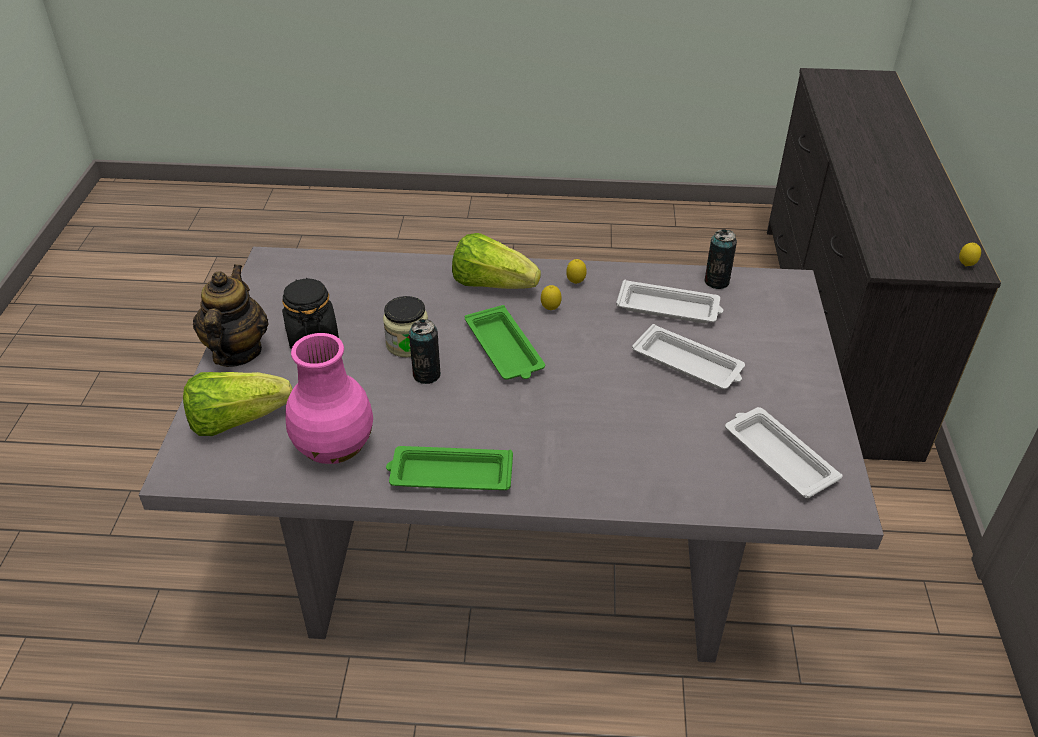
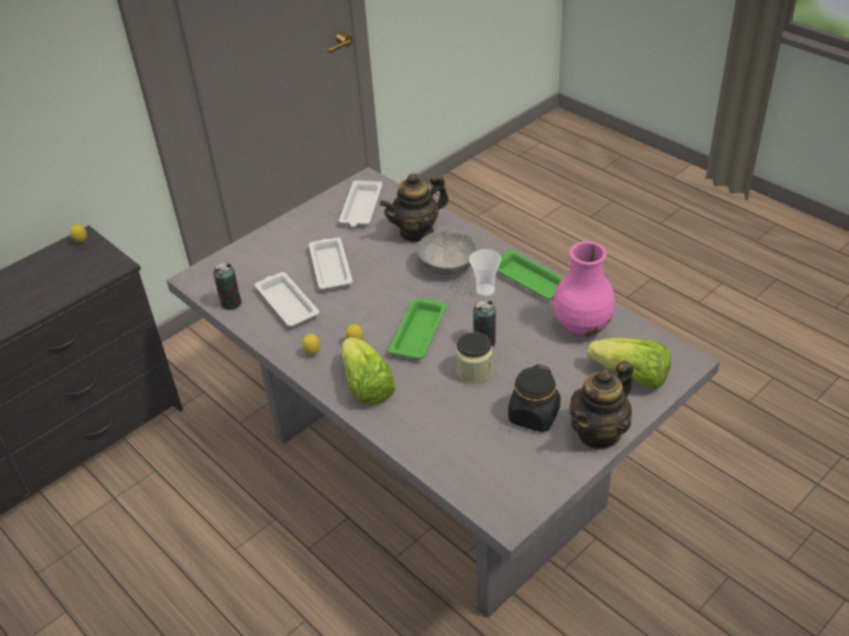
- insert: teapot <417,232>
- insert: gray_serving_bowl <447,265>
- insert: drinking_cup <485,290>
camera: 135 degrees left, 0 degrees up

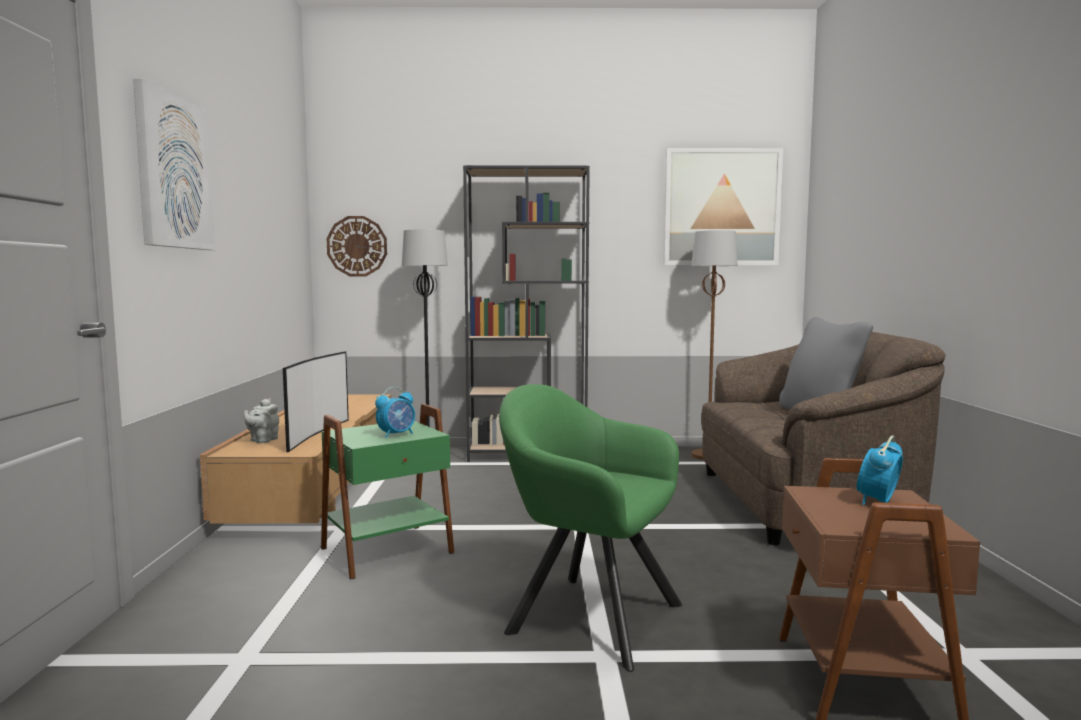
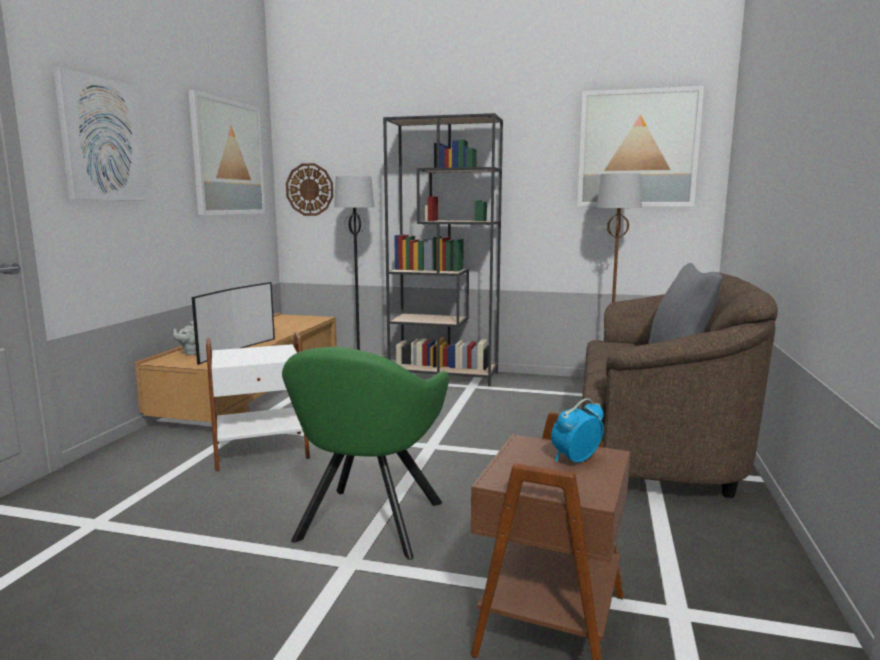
- insert: wall_picture <228,158>
- recolor: greenish_side_table <388,551> to white-coloured_side_table <261,451>
- rotate: greenish_easy_chair <586,615> = <366,525> 120 degrees counterclockwise
- delete: table_clock <397,435>
camera: 15 degrees right, 5 degrees up

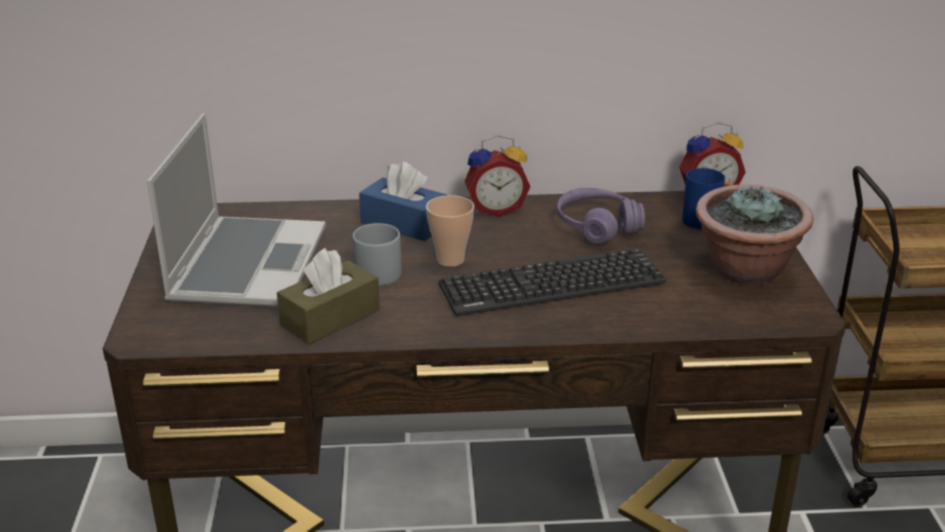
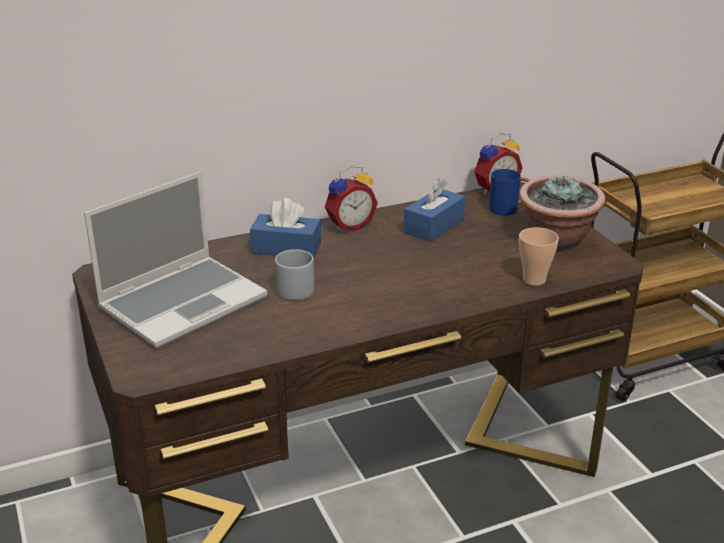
- rotate: notebook_computer <247,264> = <183,302> 60 degrees clockwise
- replace: purplish_headphones <597,227> to bluish_tissue_holder <434,226>
- move: drinking_cup <450,260> to <534,280>
- delete: brown_tissue_holder <330,318>
- delete: computer_keyboard <552,284>
camera: 20 degrees left, 0 degrees up

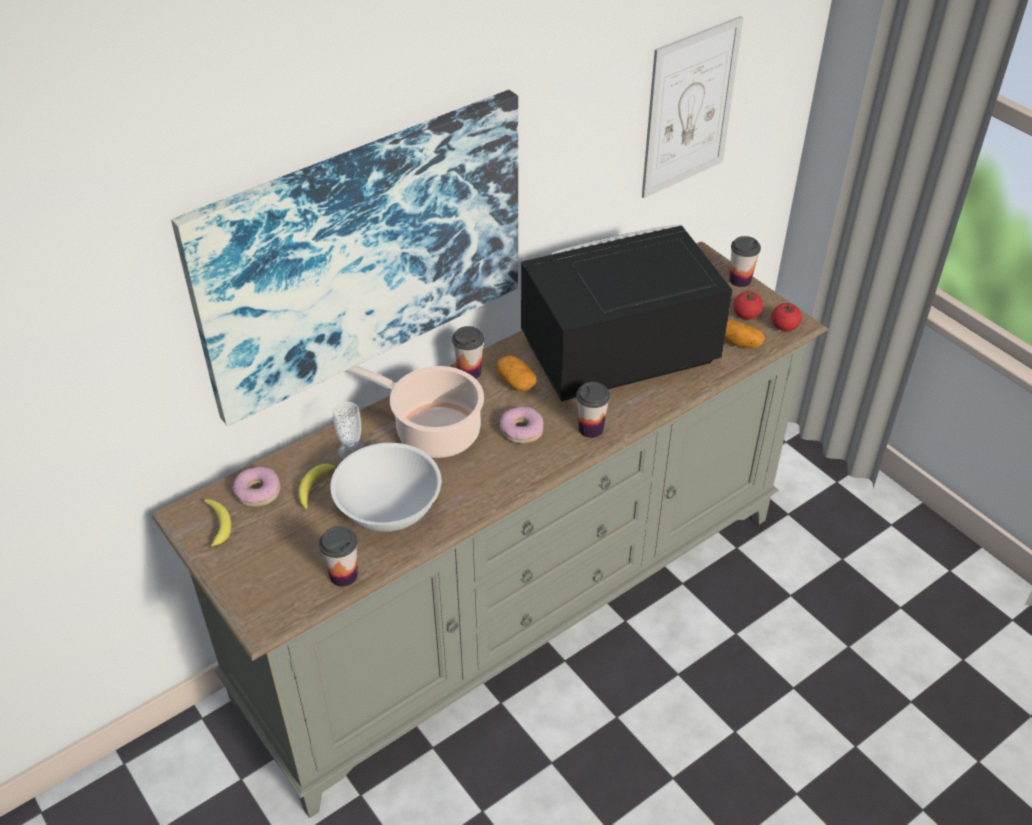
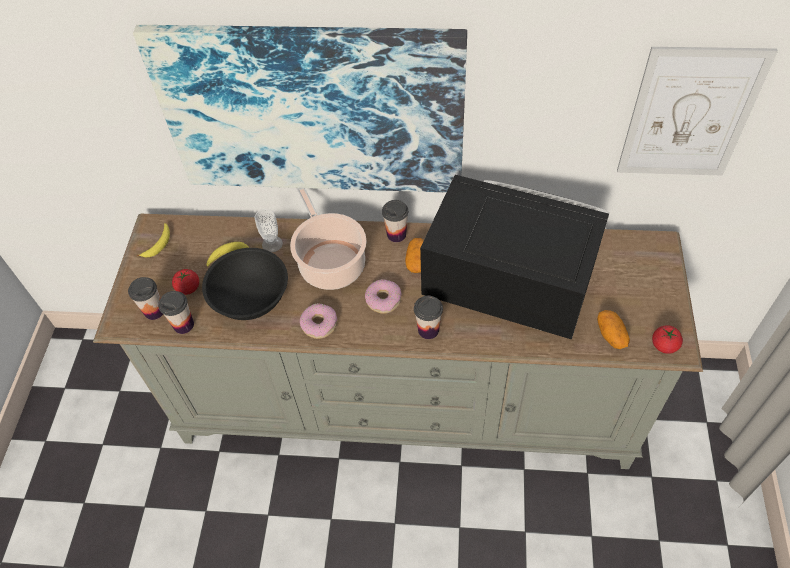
- move: drinking_cup <740,280> to <154,311>
- move: whole_tomato <746,315> to <188,288>
- recolor: white-coloured_serving_bowl <388,508> to blackish_serving_bowl <251,298>
- move: ring_doughnut <258,492> to <319,324>
camera: 45 degrees right, 10 degrees up

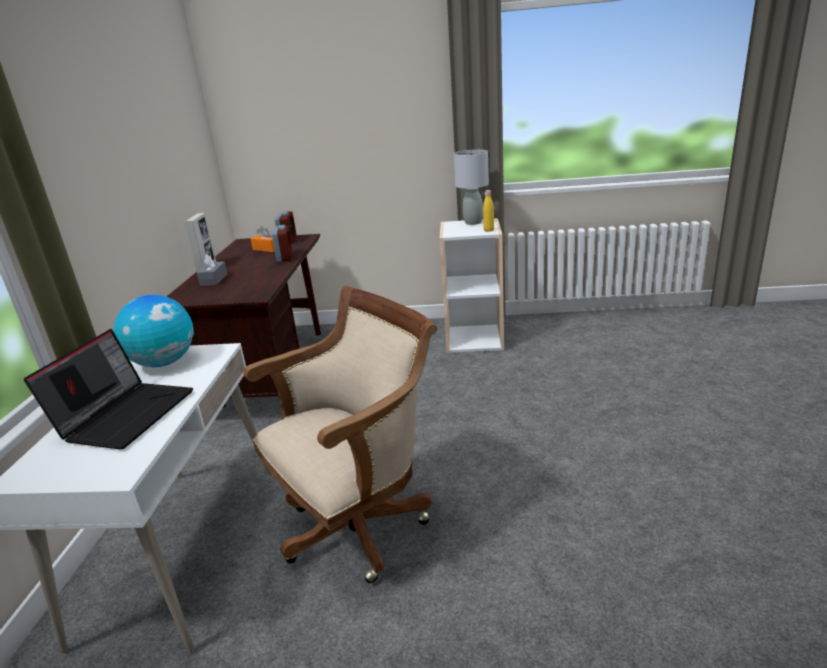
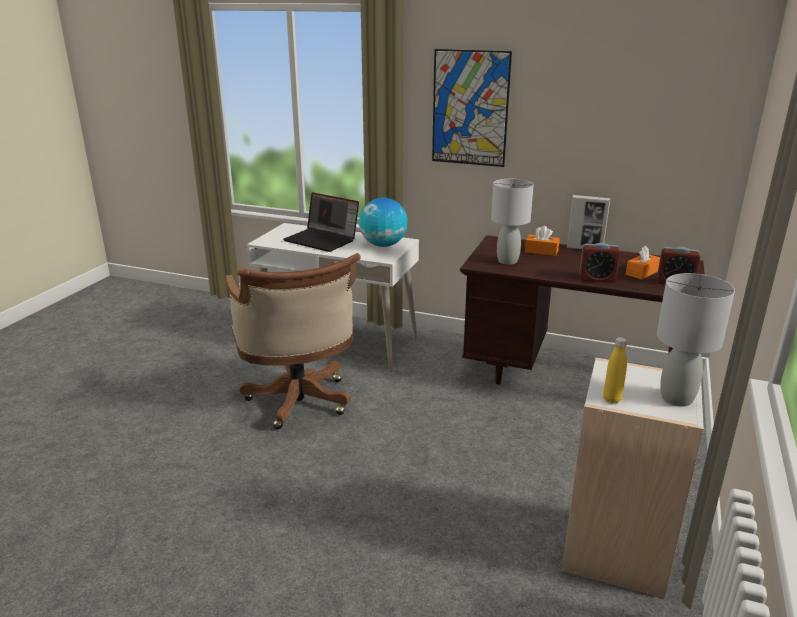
- insert: wall_picture <470,108>
- insert: gray_tabletop_lamp <508,261>
- recolor: gray_tissue_holder <214,280> to orangey_tissue_holder <541,251>
camera: 105 degrees right, 0 degrees up

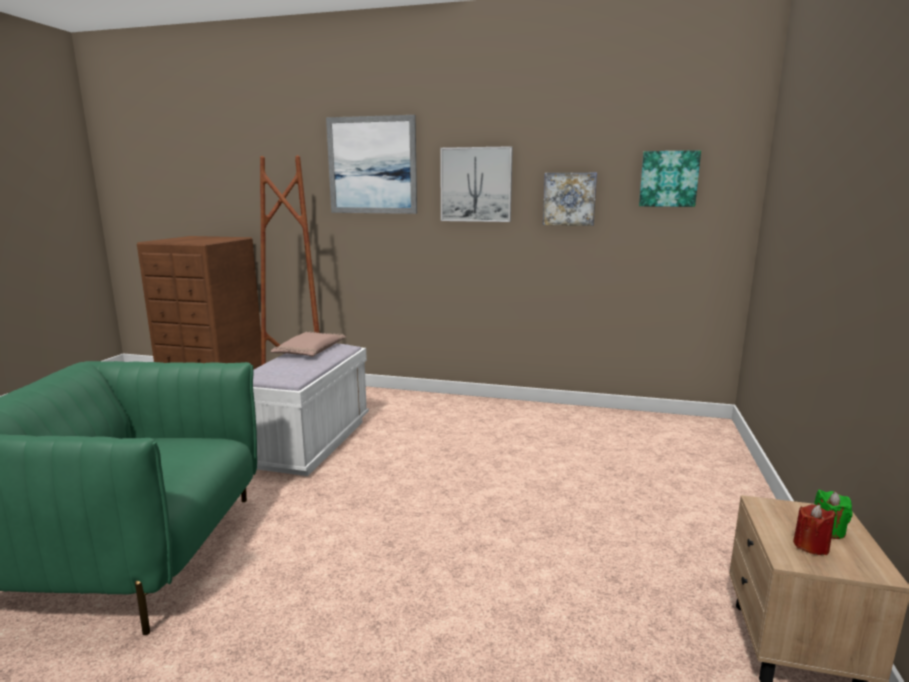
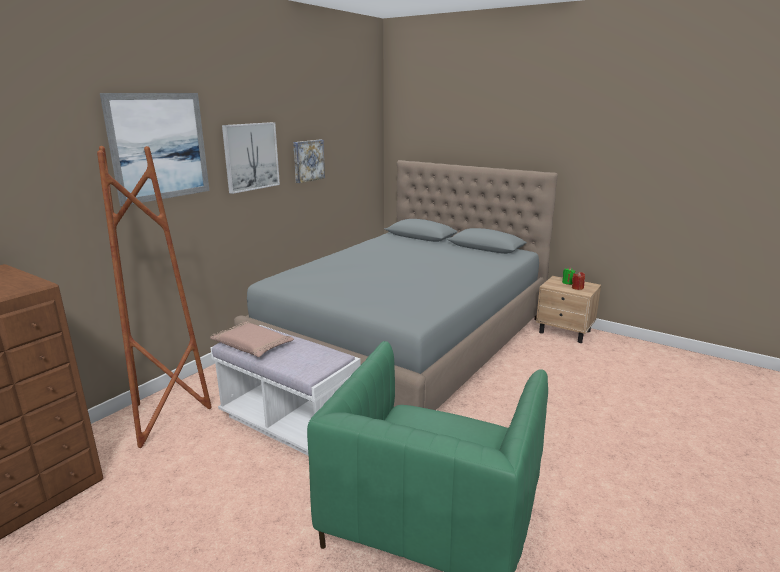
- insert: gray_sleeping_bed <407,342>
- delete: wall_picture <668,179>
camera: 70 degrees left, 5 degrees up

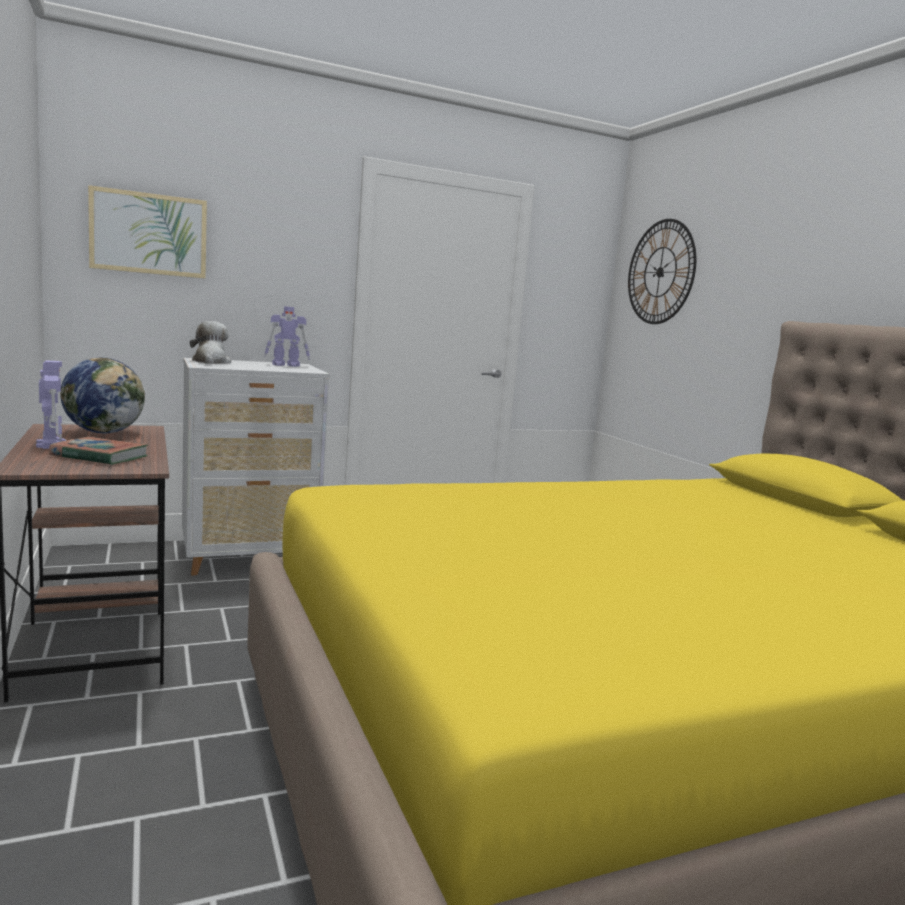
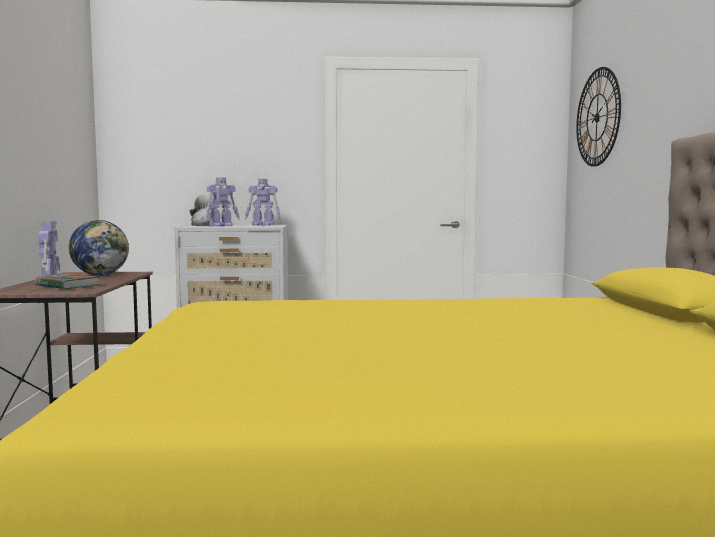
- insert: toy_robot <222,226>
- delete: wall_picture <149,234>
camera: 20 degrees right, 5 degrees down

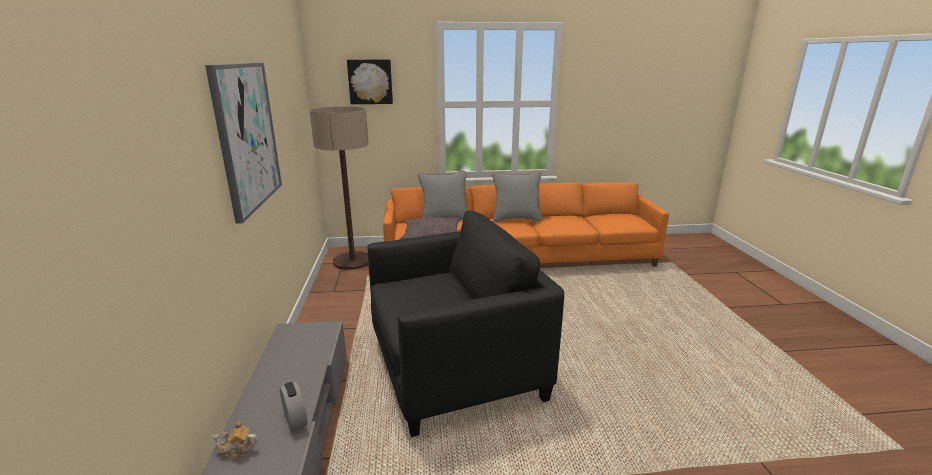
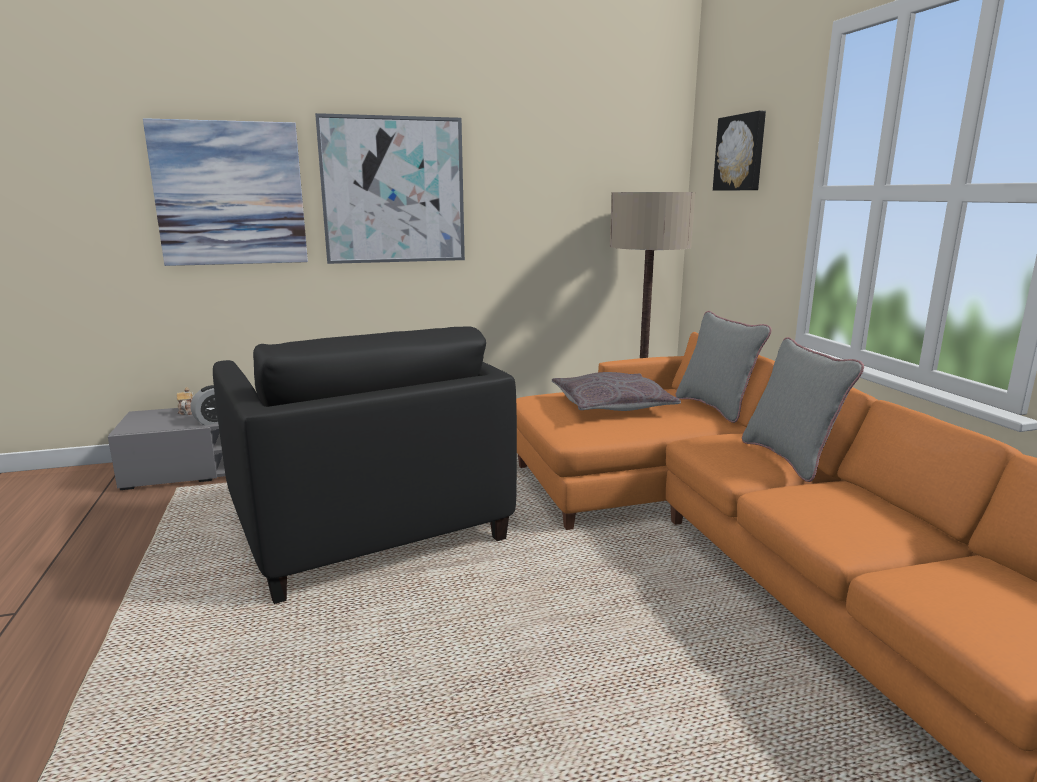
- insert: wall_picture <230,194>
camera: 80 degrees right, 5 degrees down

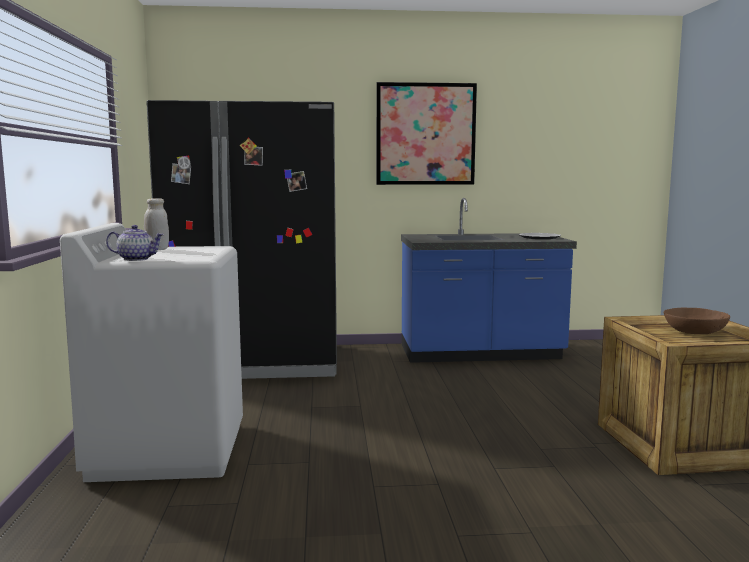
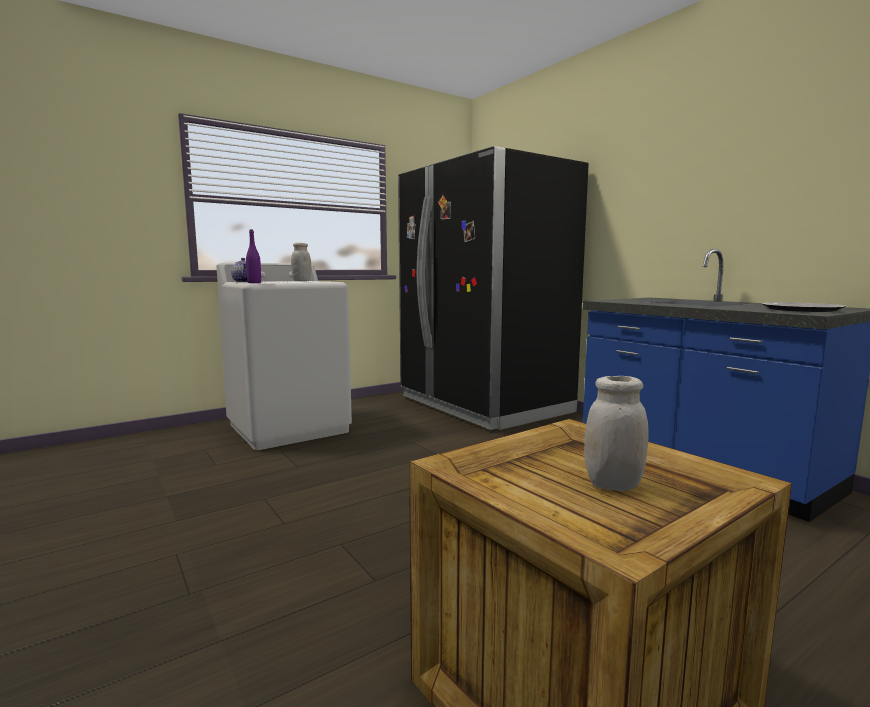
- insert: purplish_beverage_bottle <254,283>
- replace: brown_serving_bowl <694,332> to white-coloured_jar <613,485>
- delete: wall_picture <425,134>
camera: 60 degrees right, 0 degrees up

